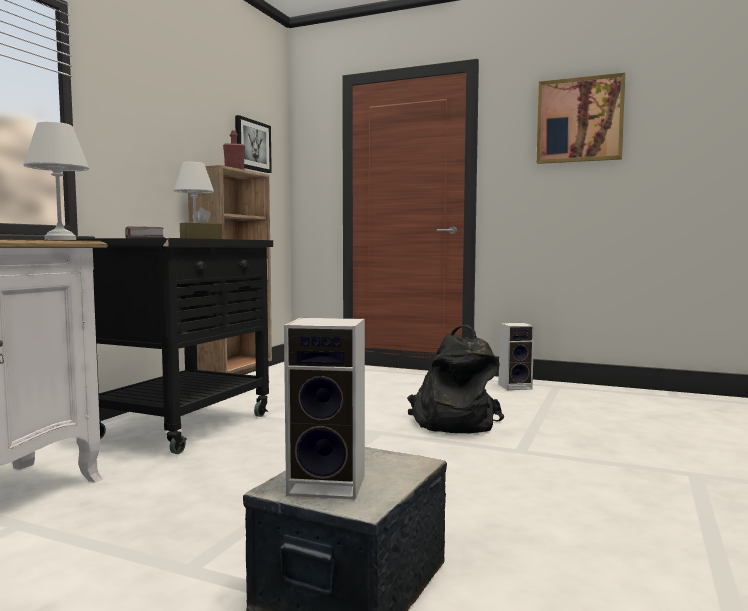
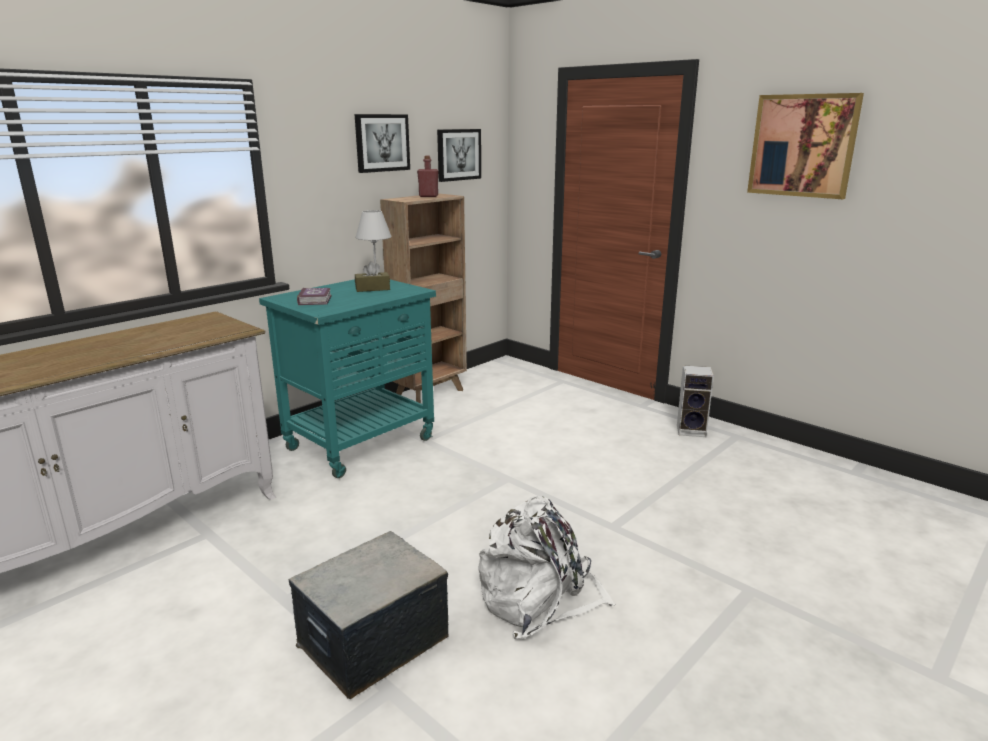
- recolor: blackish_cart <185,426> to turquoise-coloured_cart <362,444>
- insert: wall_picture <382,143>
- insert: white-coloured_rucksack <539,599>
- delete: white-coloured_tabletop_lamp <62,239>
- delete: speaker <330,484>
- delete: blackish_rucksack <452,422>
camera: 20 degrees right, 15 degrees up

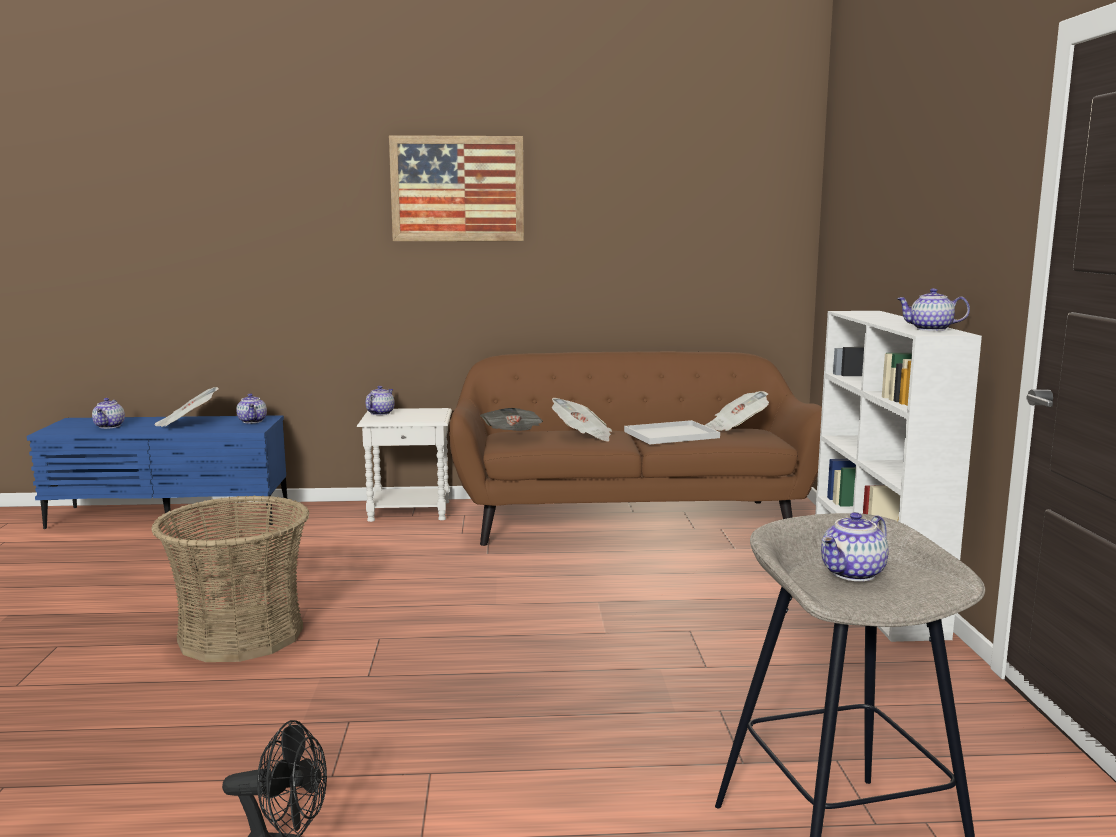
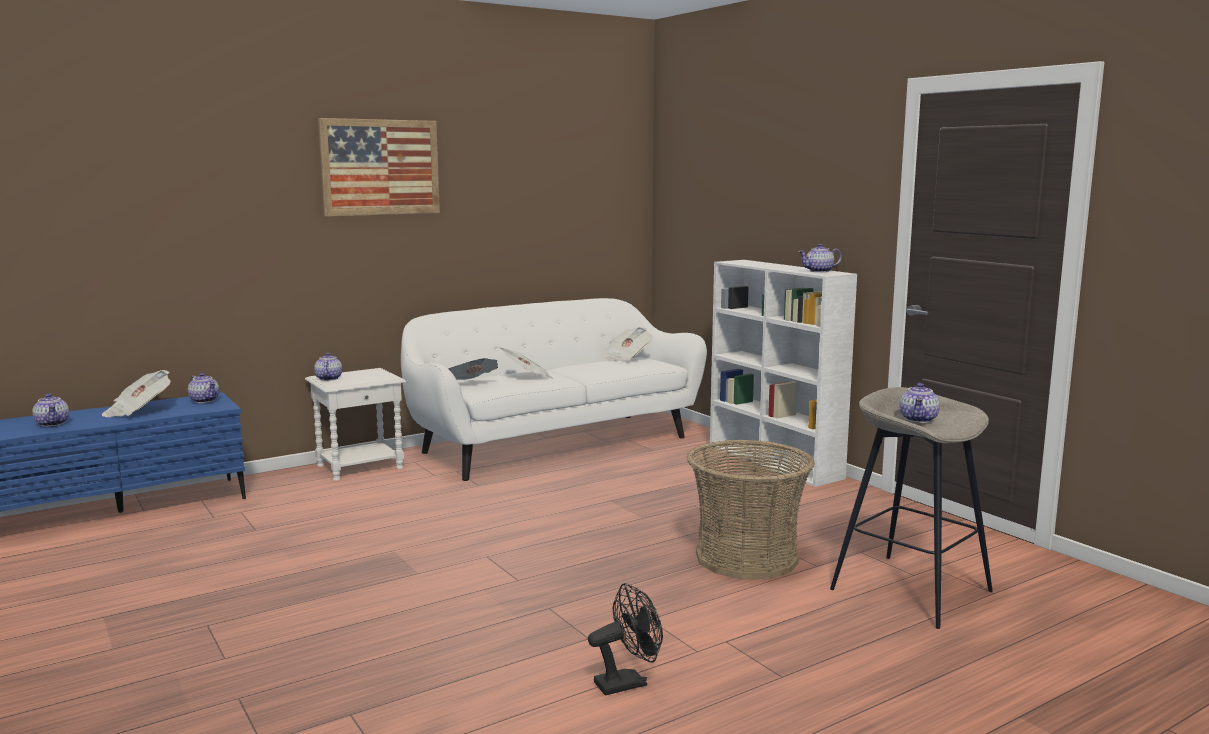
- recolor: brown_couch <630,520> to white-coloured_couch <554,444>
- move: storage_basket <241,635> to <747,558>
- delete: white-coloured_tray <670,435>
camera: 30 degrees left, 0 degrees up

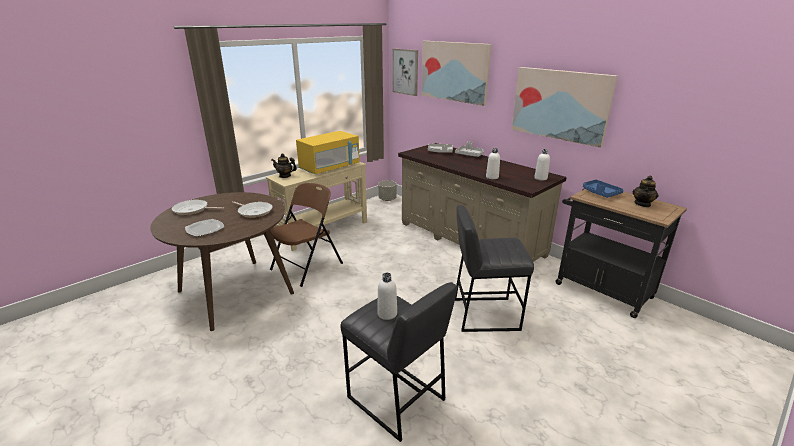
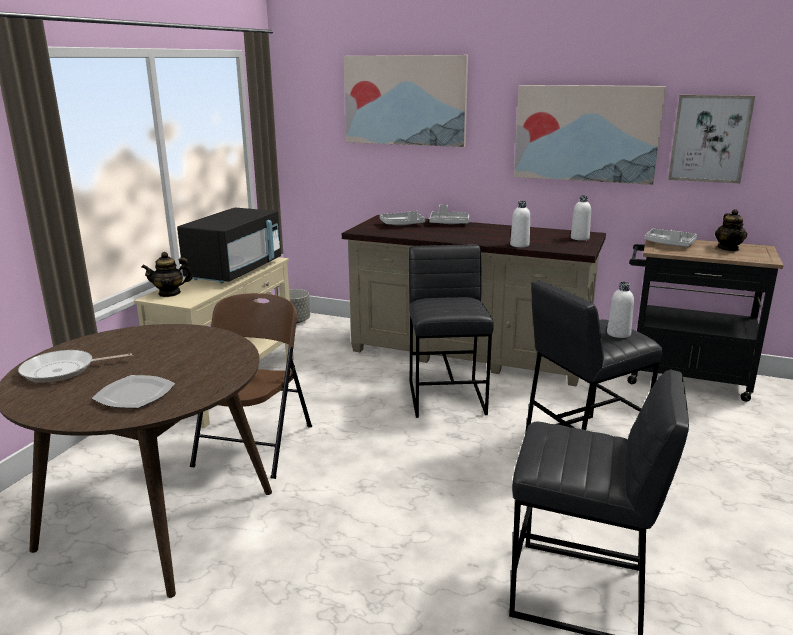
- recolor: yellow-coloured_kitchen_microwave <330,167> to blackish_kitchen_microwave <235,271>
- insert: gray_stool_seat <446,397>
- move: white-coloured_beverage_bottle <387,314> to <618,334>
- recolor: bluish_tray <600,193> to gray_tray <669,244>
- move: wall_picture <405,72> to <709,138>
- delete: pan <254,211>
camera: 25 degrees left, 5 degrees down

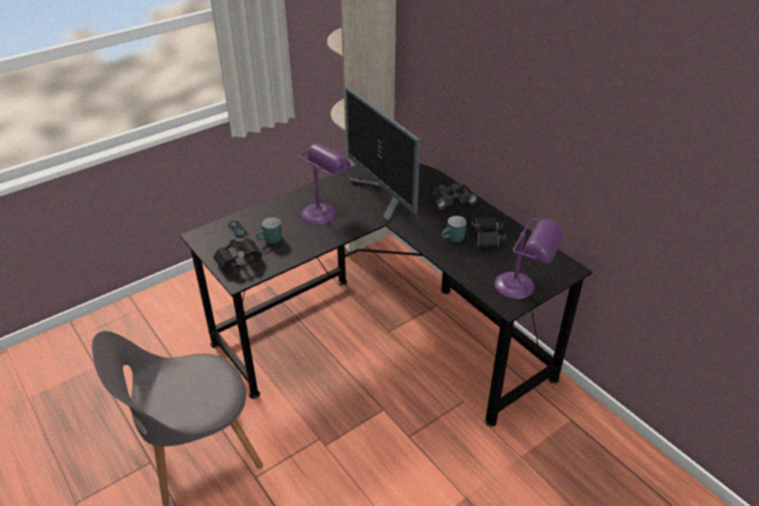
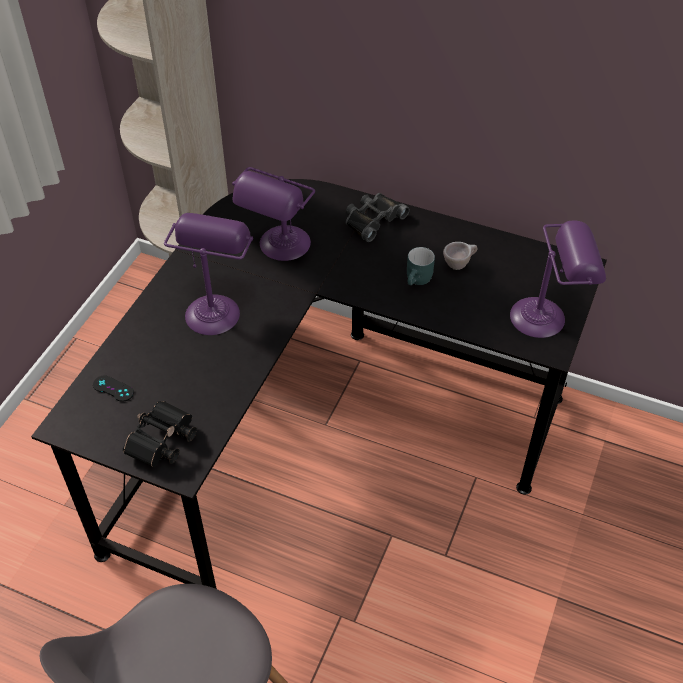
- replace: computer_display <384,196> to purplish_tabletop_lamp <280,250>
- replace: blackish_pair_of_binoculars <487,239> to sand-coloured_drinking_cup <459,264>
- delete: turquoise-coloured_mug <271,240>
camera: 30 degrees left, 10 degrees up

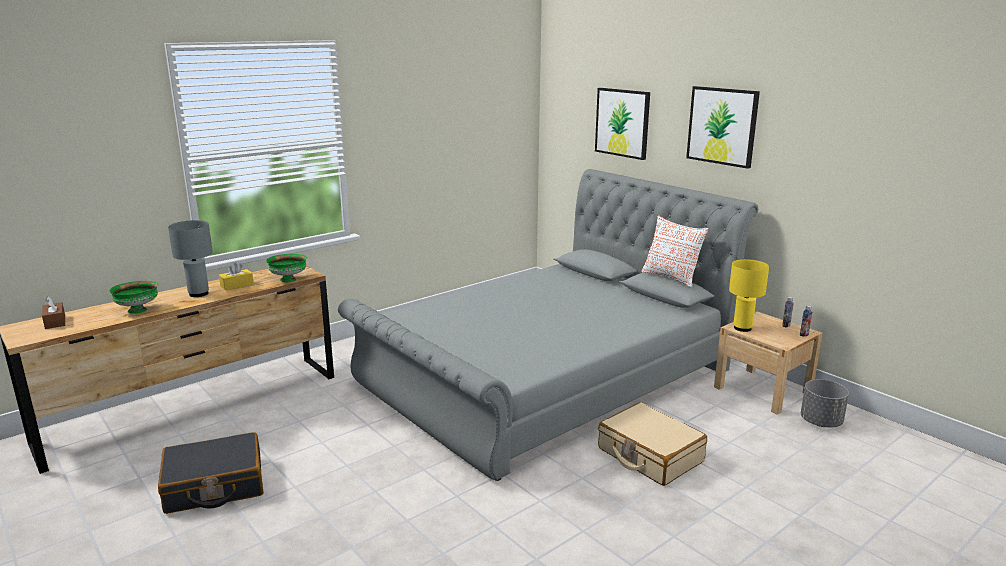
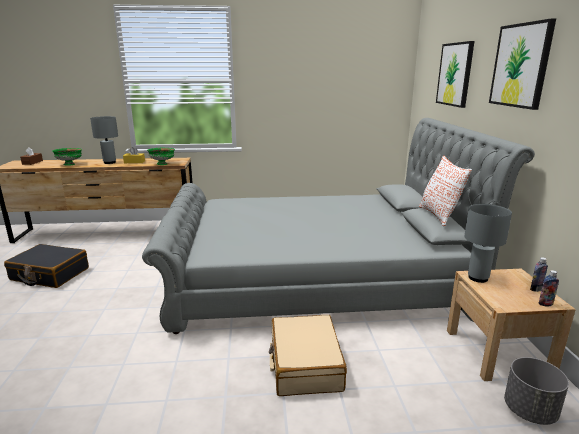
- recolor: yellow-coloured_tabletop_lamp <743,328> to gray_tabletop_lamp <478,278>
camera: 35 degrees right, 0 degrees up

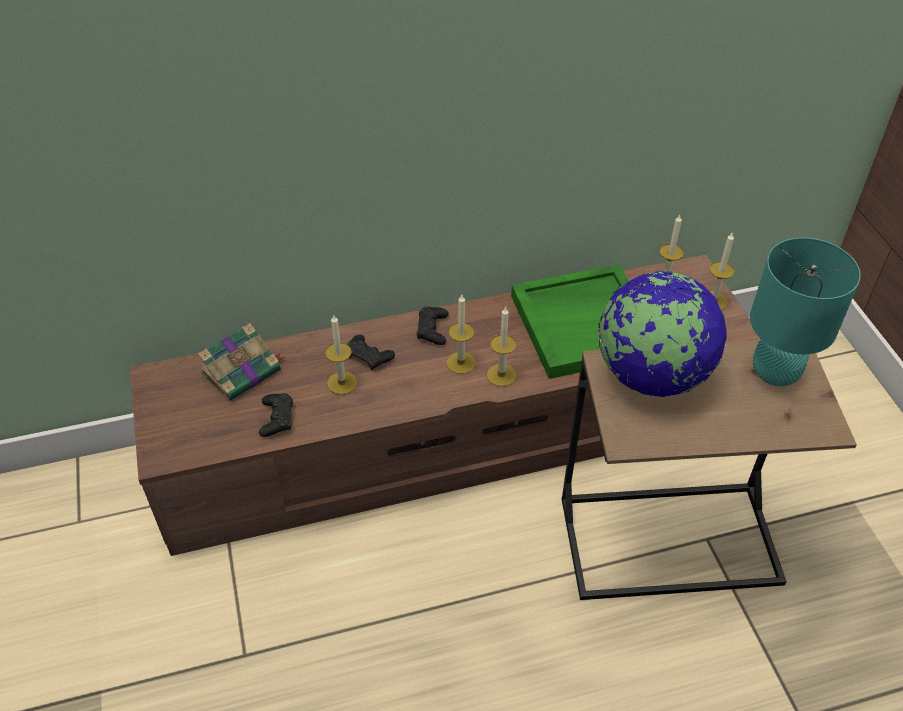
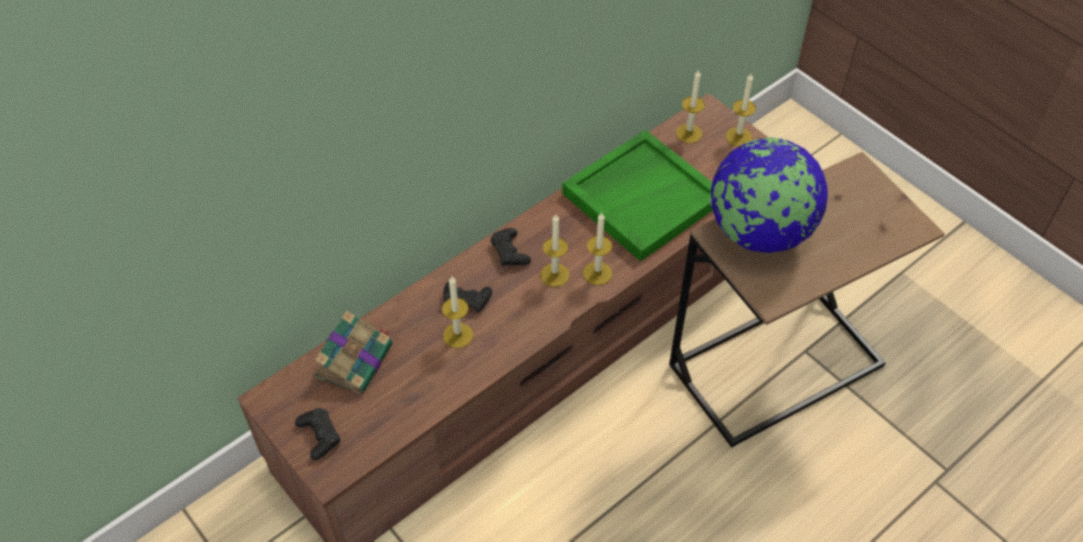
- move: blackish_gamepad <277,418> to <319,436>
- delete: turquoise-coloured_tabletop_lamp <773,374>
camera: 25 degrees left, 5 degrees up

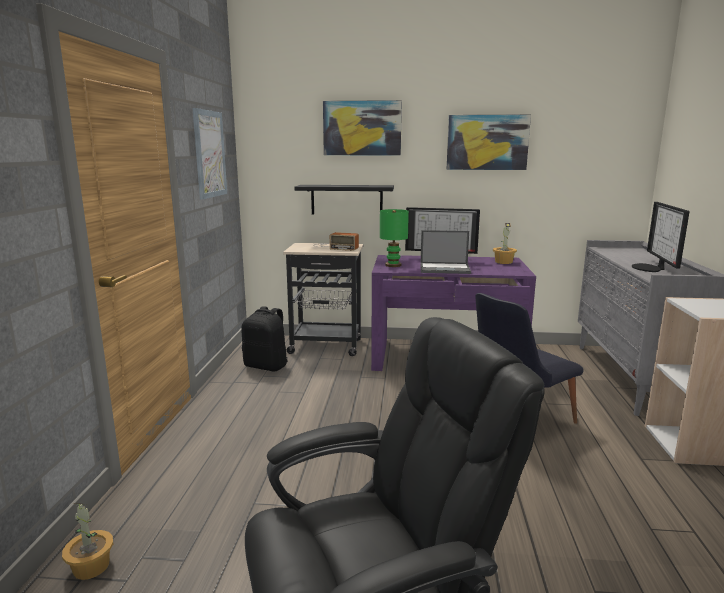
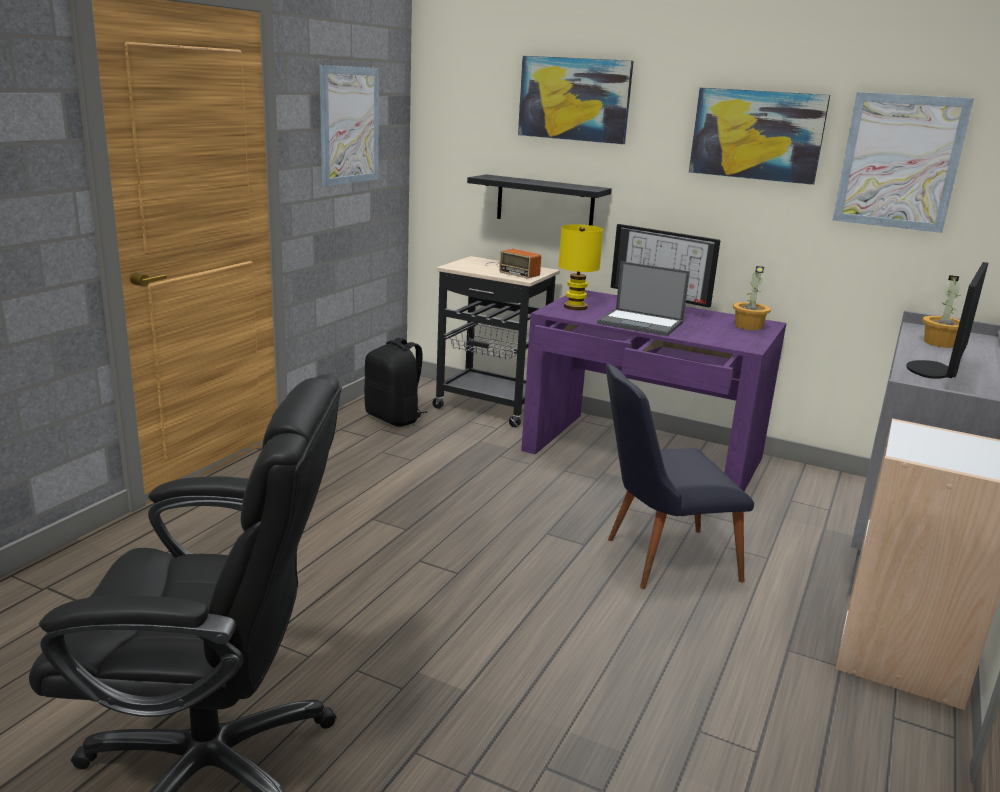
- recolor: greenish_tabletop_lamp <393,265> to yellow-coloured_tabletop_lamp <575,307>
- insert: wall_picture <899,162>
- move: houseplant <91,567> to <939,343>
camera: 20 degrees right, 5 degrees up

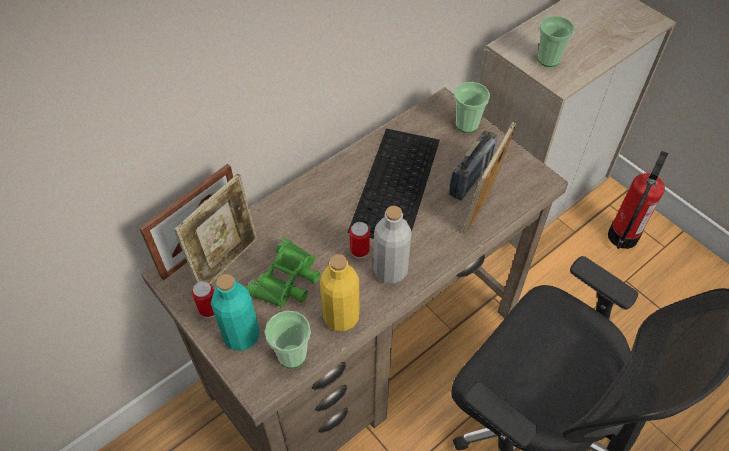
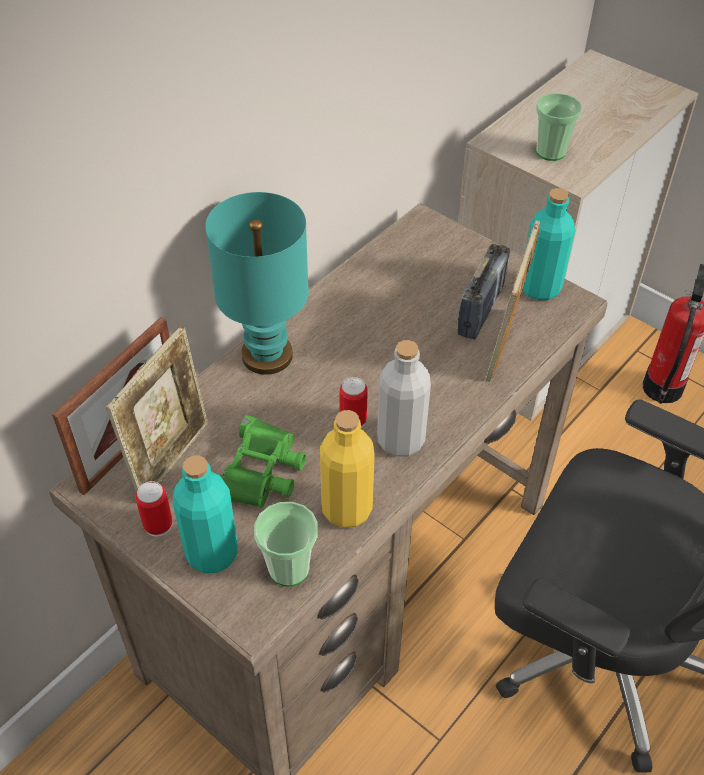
- insert: turquoise-coloured_tabletop_lamp <267,354>
- insert: turquoise-coloured_beverage_bottle <540,288>
- delete: computer_keyboard <396,185>
- delete: drinking_cup <467,124>
camera: 10 degrees left, 5 degrees down

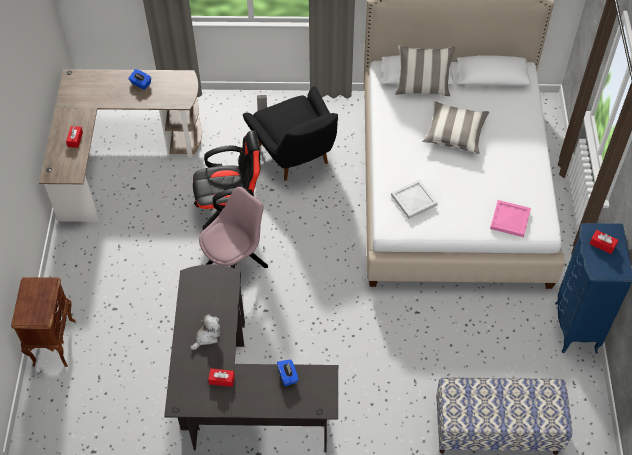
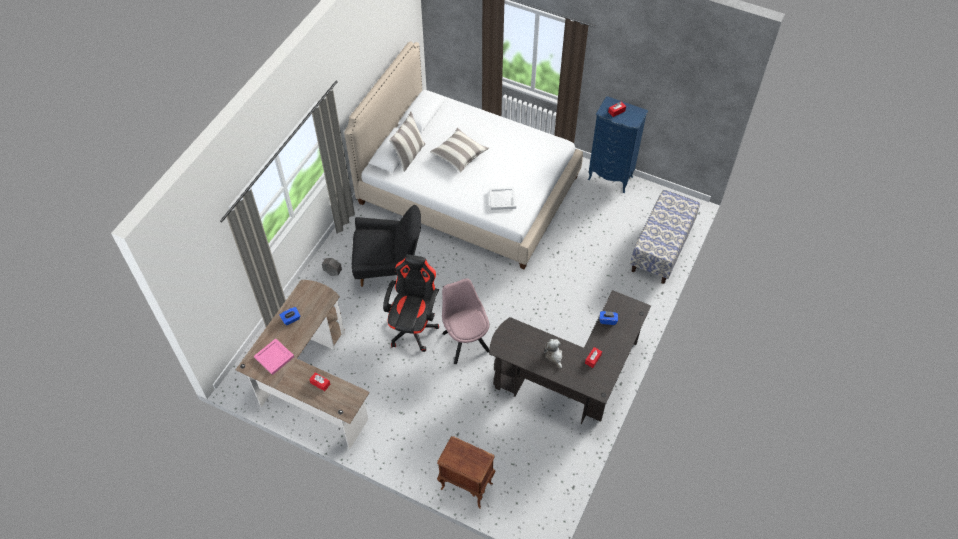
- move: pinkish_tray <510,220> to <275,357>
camera: 65 degrees left, 0 degrees up

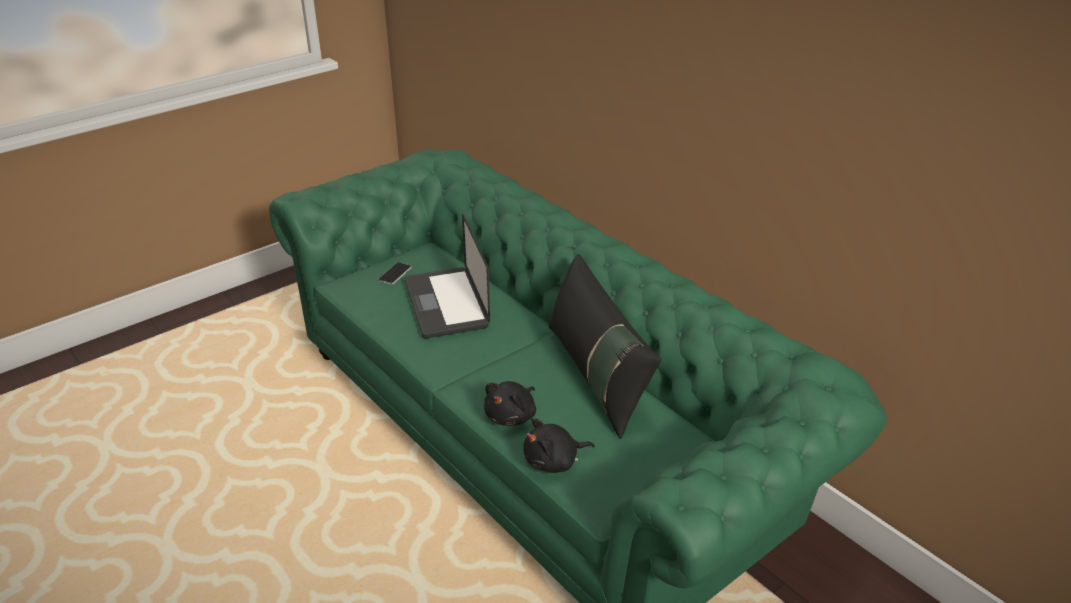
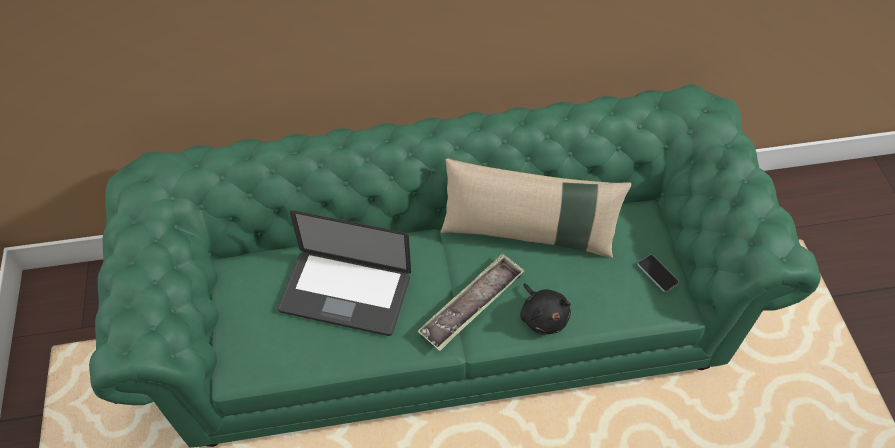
- insert: tray <472,305>
- recolor: blackish_pillow <597,376> to sand-coloured_pillow <528,233>
- move: phone <395,274> to <657,273>
- delete: blackish_plush_toy <554,461>
camera: 60 degrees left, 20 degrees up

